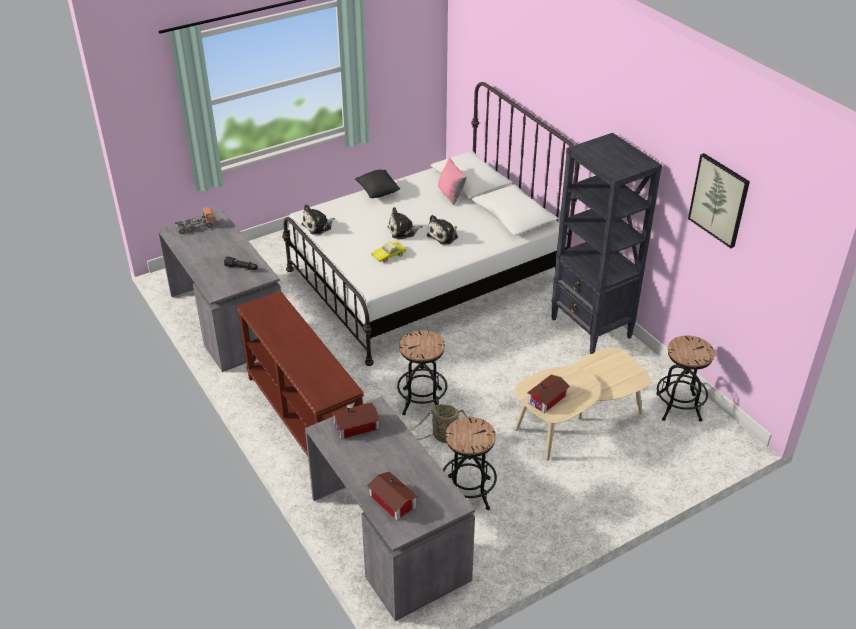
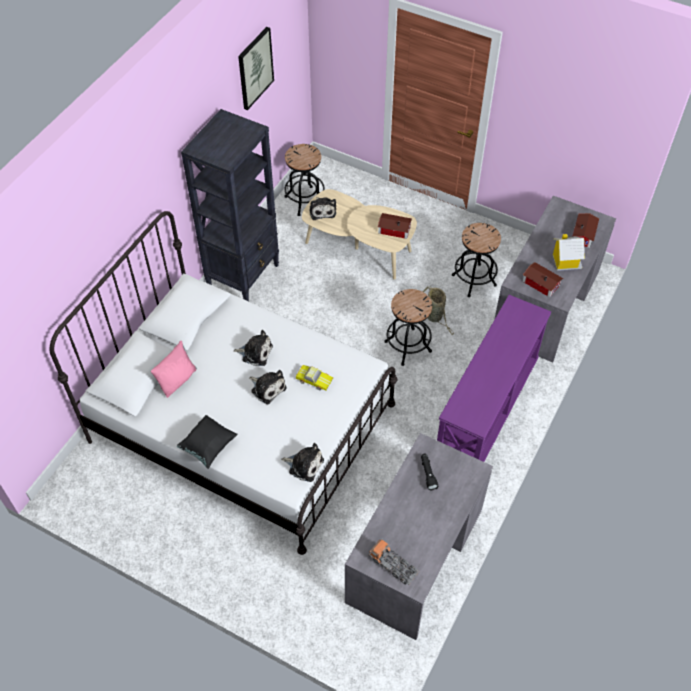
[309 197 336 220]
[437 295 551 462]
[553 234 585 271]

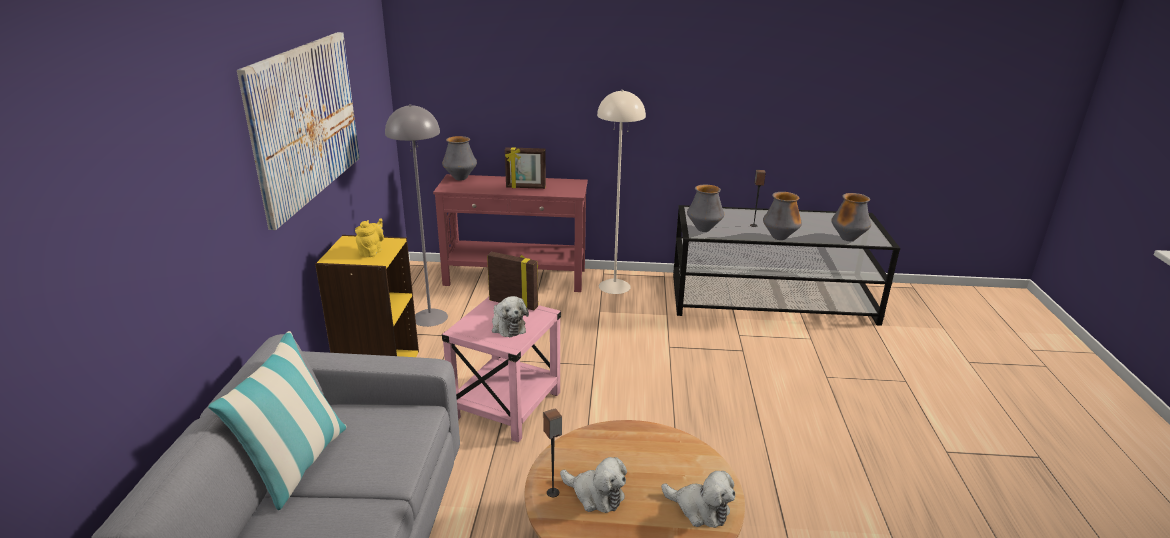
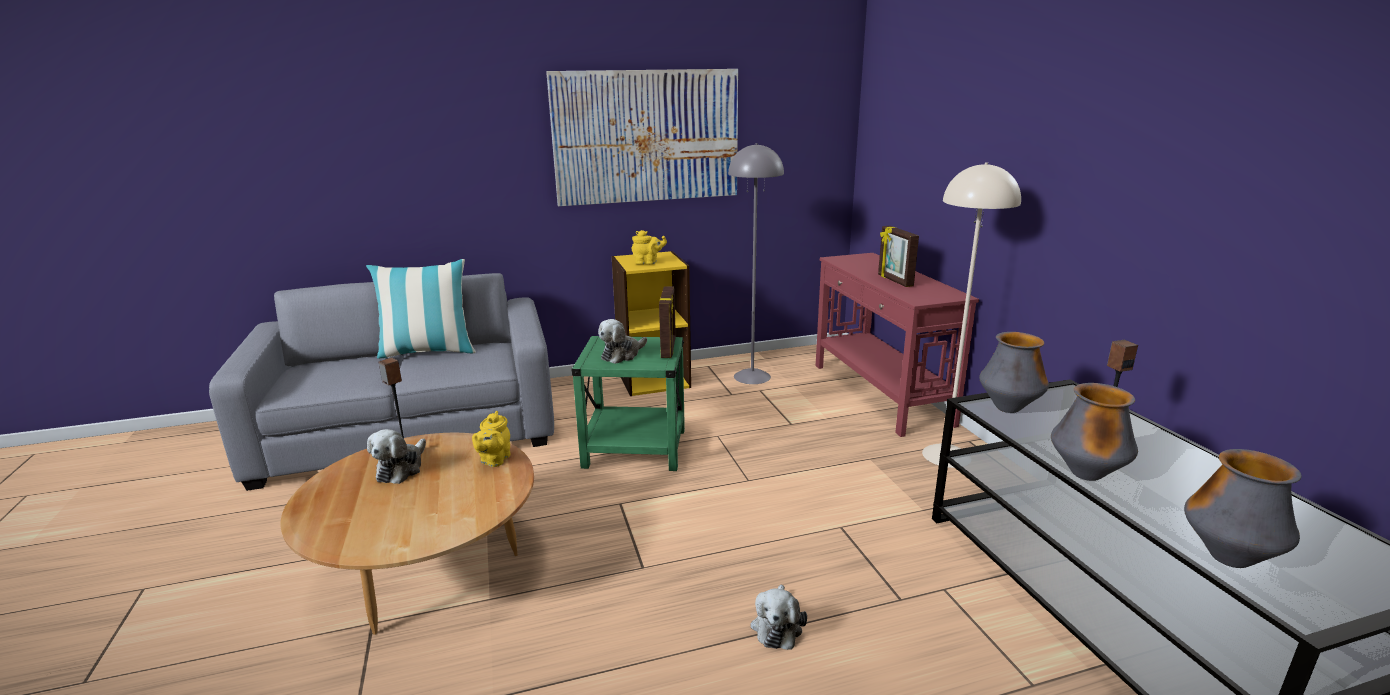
[472 411 510 467]
[571 336 685 471]
[751 585 807 650]
[442 136 477 180] (first image)

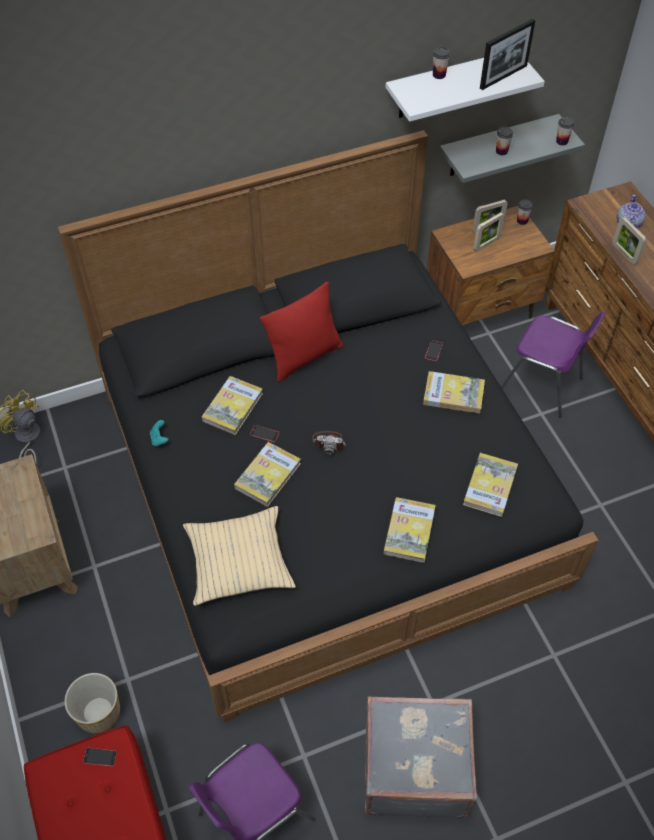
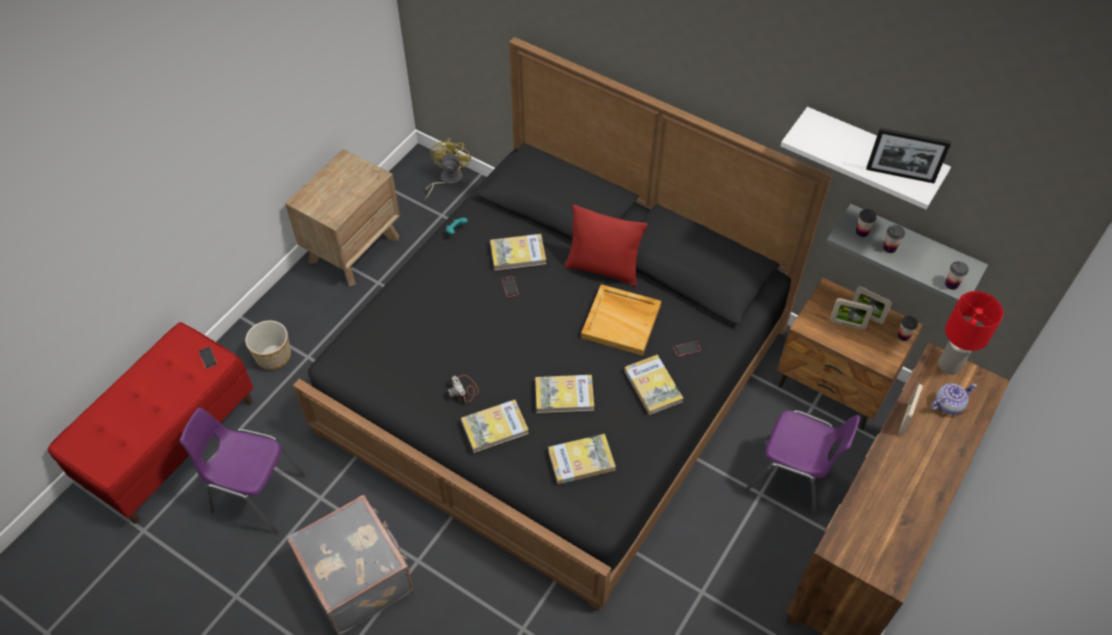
[447 375 479 403]
[535 375 594 413]
[581 284 661 356]
[745 410 861 517]
[856 209 877 237]
[938 291 1003 375]
[183 506 296 606] (first image)

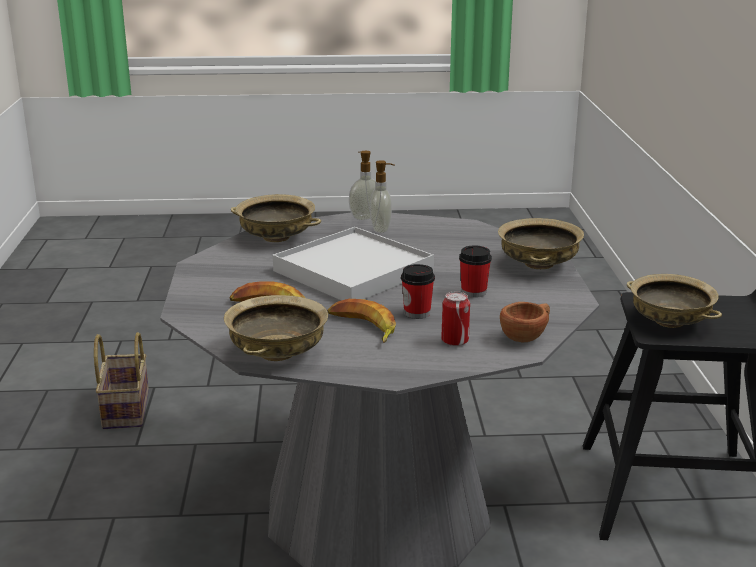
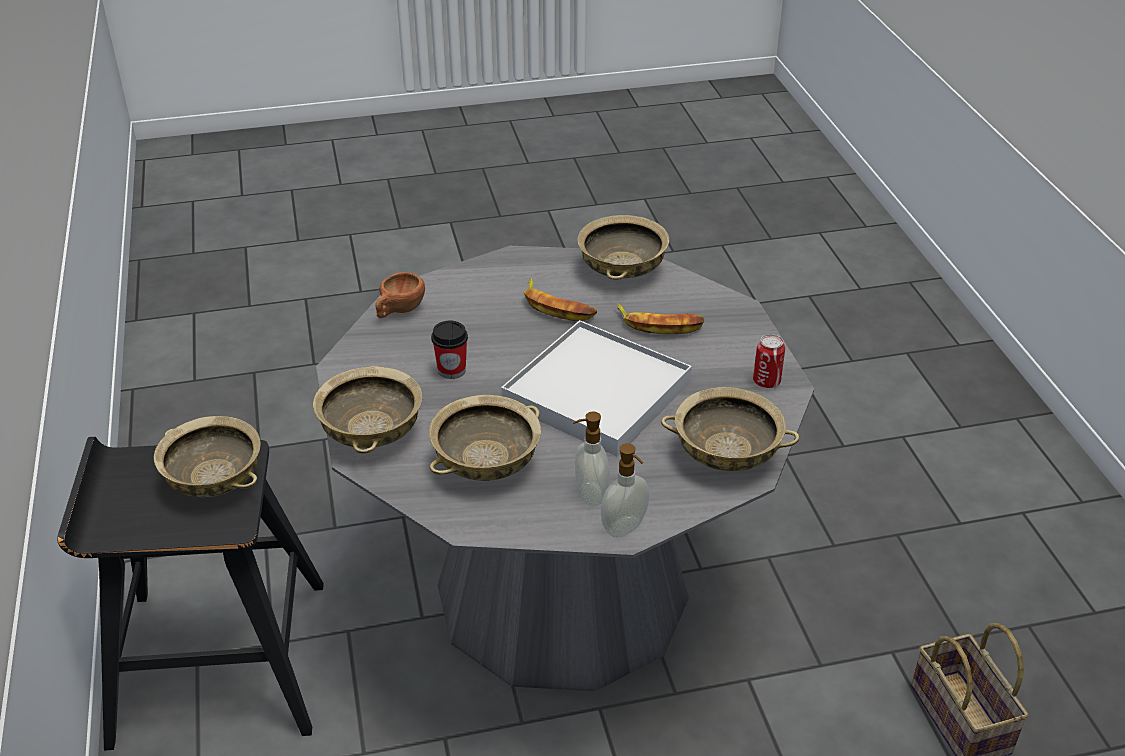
[429 395 541 481]
[753 334 785 388]
[401 264 435 319] (first image)

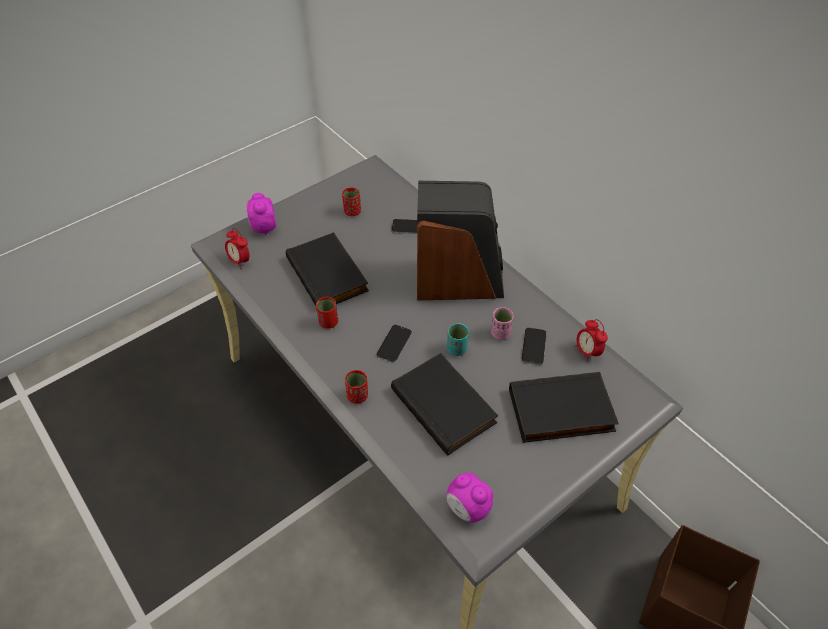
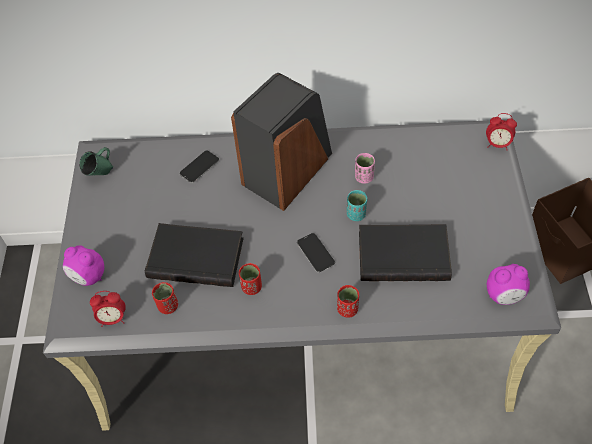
[79 147 113 176]
[152 282 178 314]
[486 113 517 150]
[509 372 619 443] (first image)
[521 328 547 365] (first image)

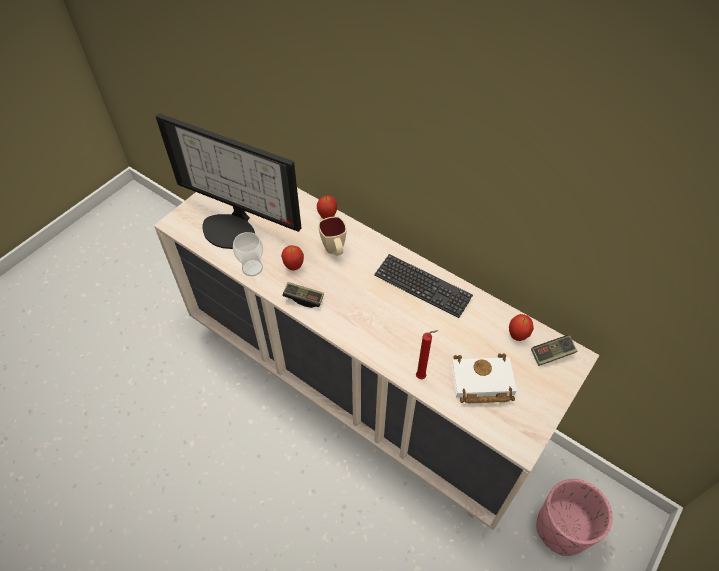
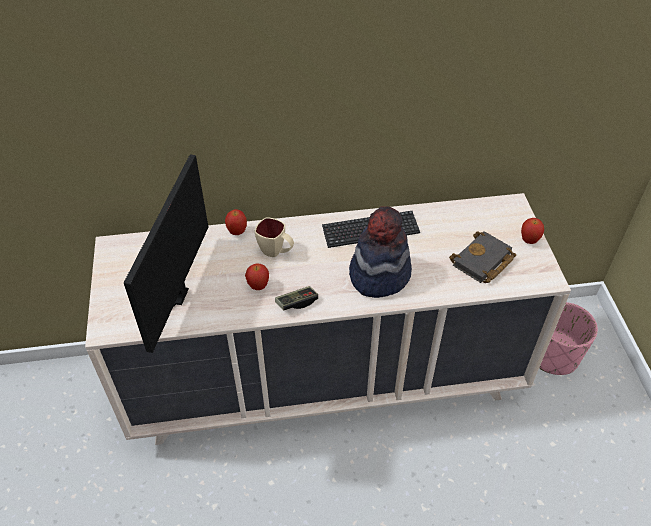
[124 154 208 353]
[349 206 412 298]
[449 231 516 283]
[521 218 544 244]
[233 232 263 276] (first image)
[416 330 438 379] (first image)
[531 335 577 366] (first image)

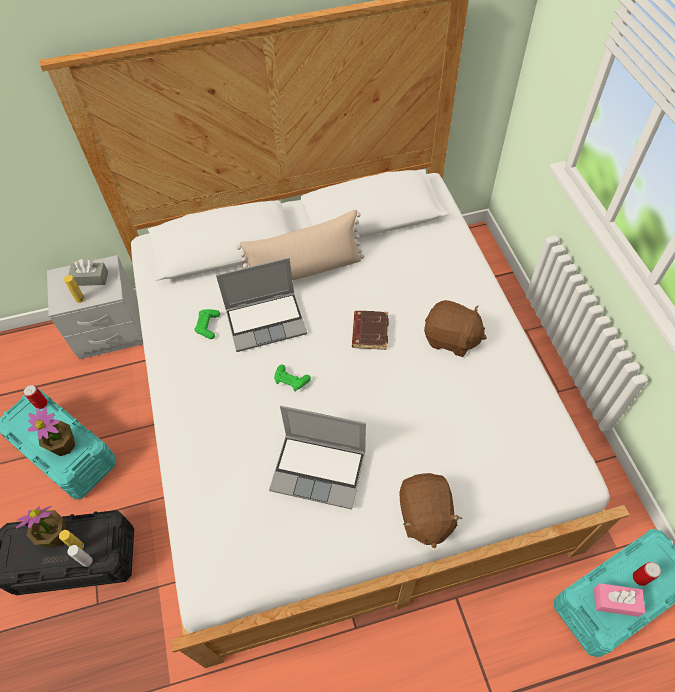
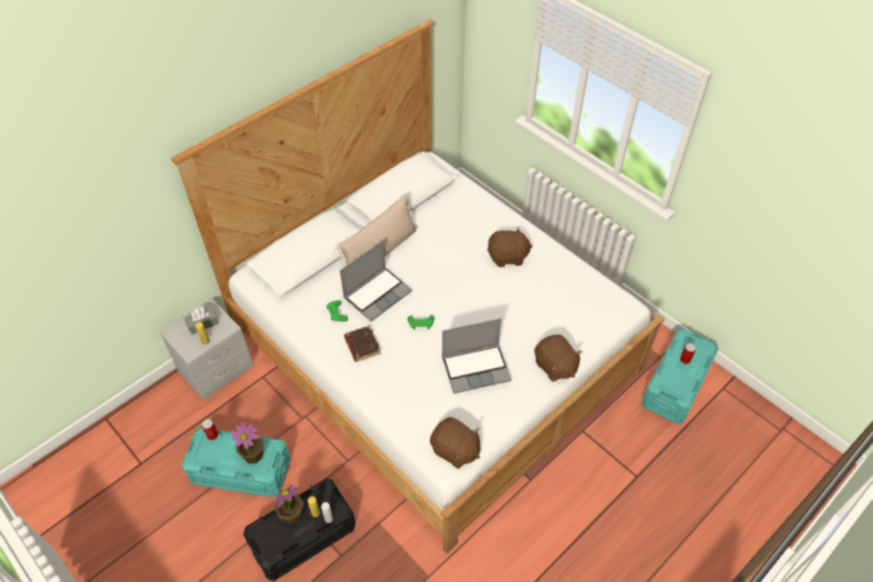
[344 326 381 362]
[430 417 480 469]
[594 583 645 617] (first image)

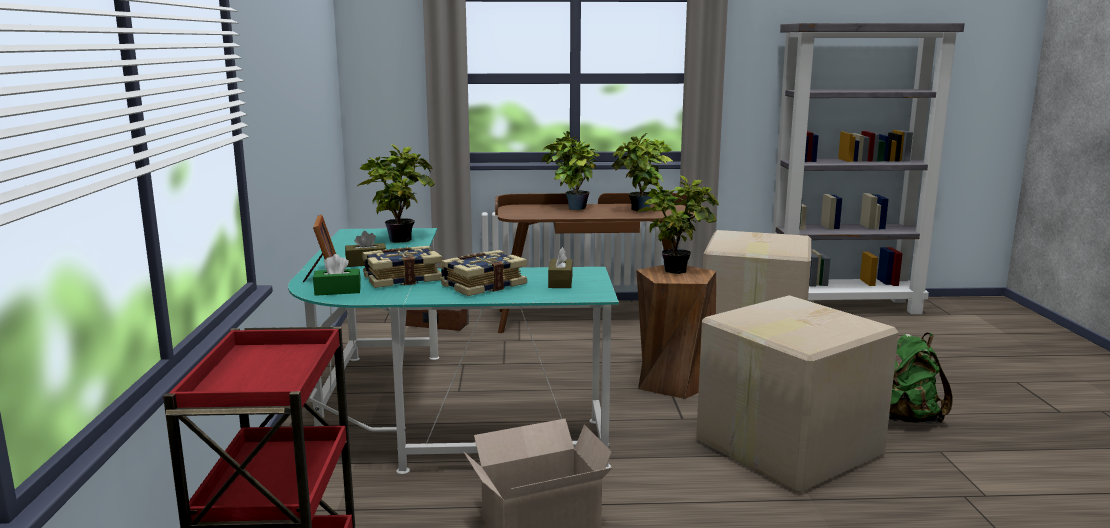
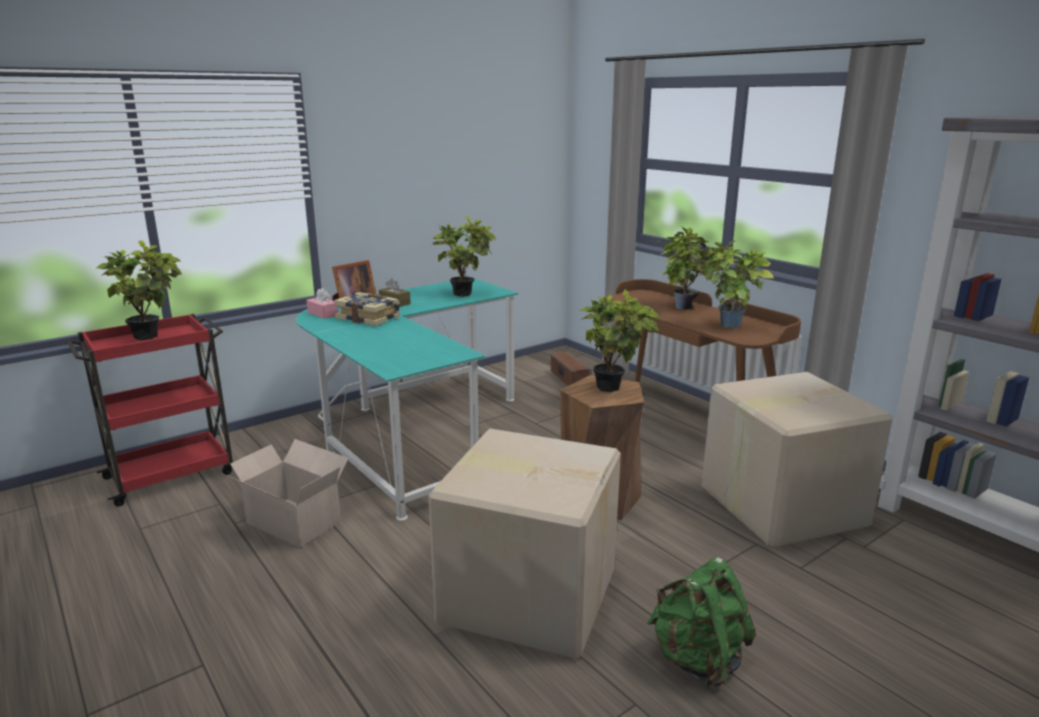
[96 240 182 341]
[306 288 339 319]
[440 250 527 296] (first image)
[548 247 573 288] (first image)

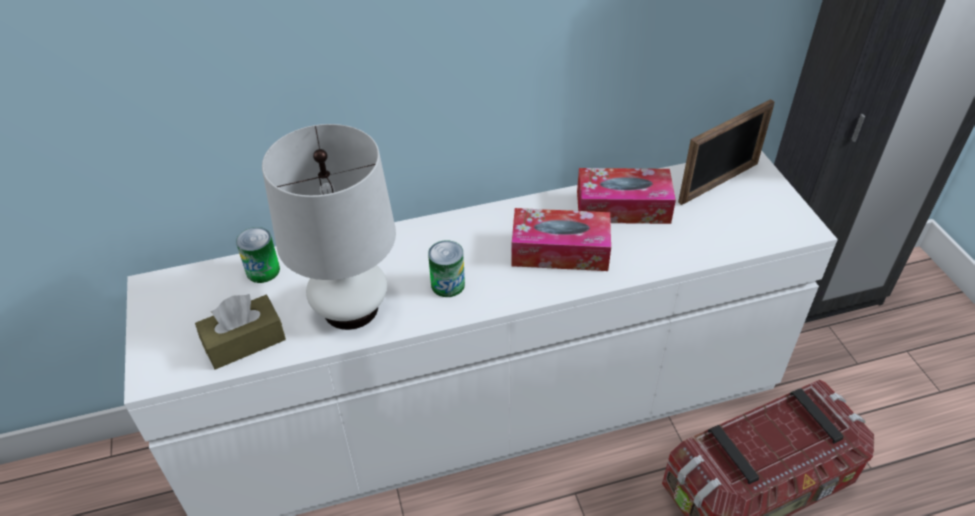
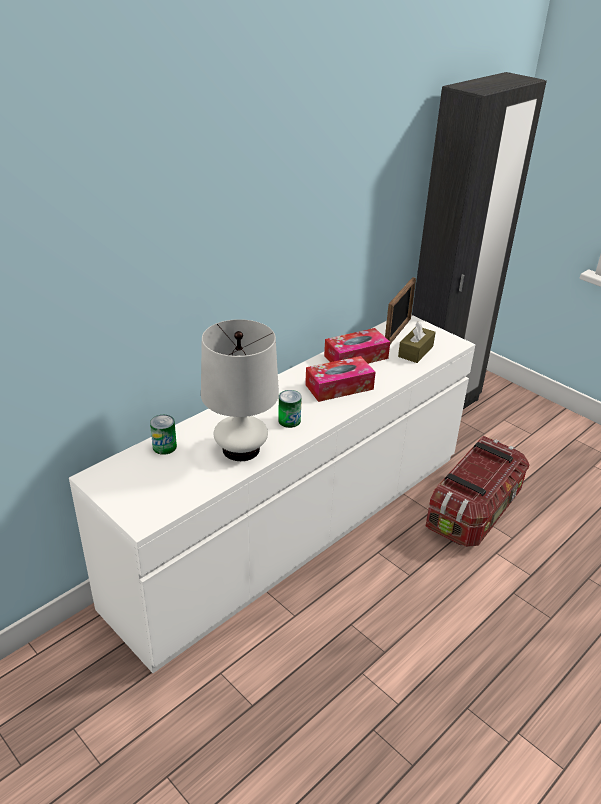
[398 321 435 363]

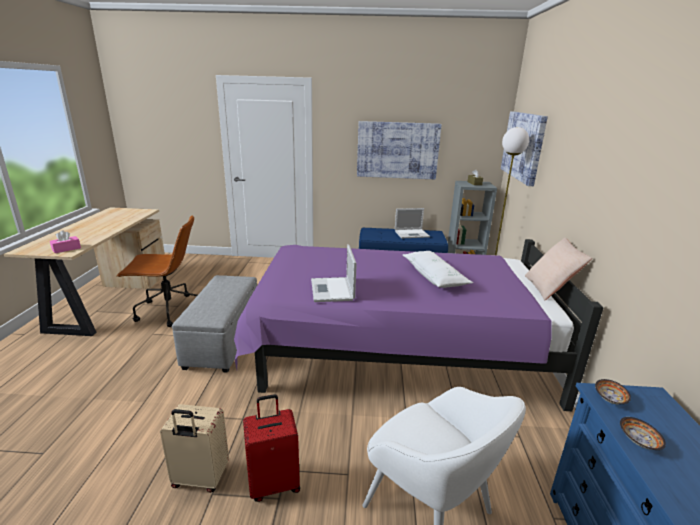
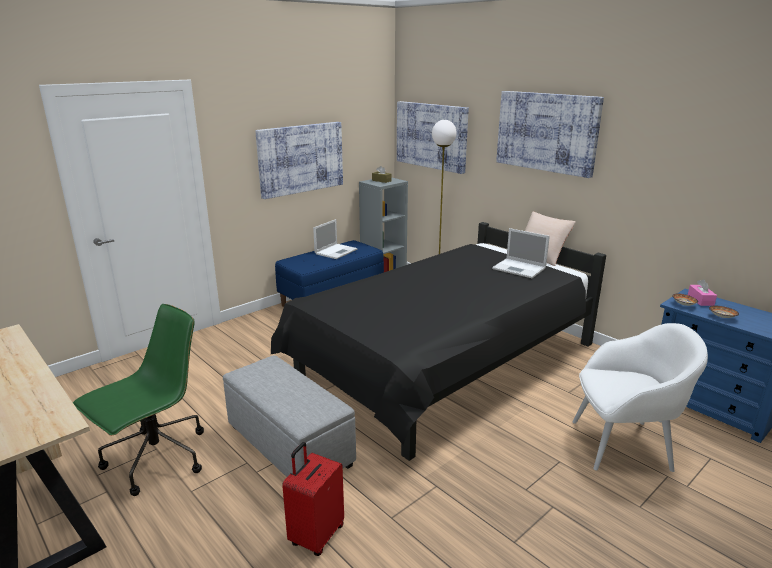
[73 304 204 496]
[271 222 606 461]
[282 442 344 556]
[492 228 550 278]
[496 91 604 178]
[688 279 717 306]
[160 404 229 493] (first image)
[403 251 473 288] (first image)

